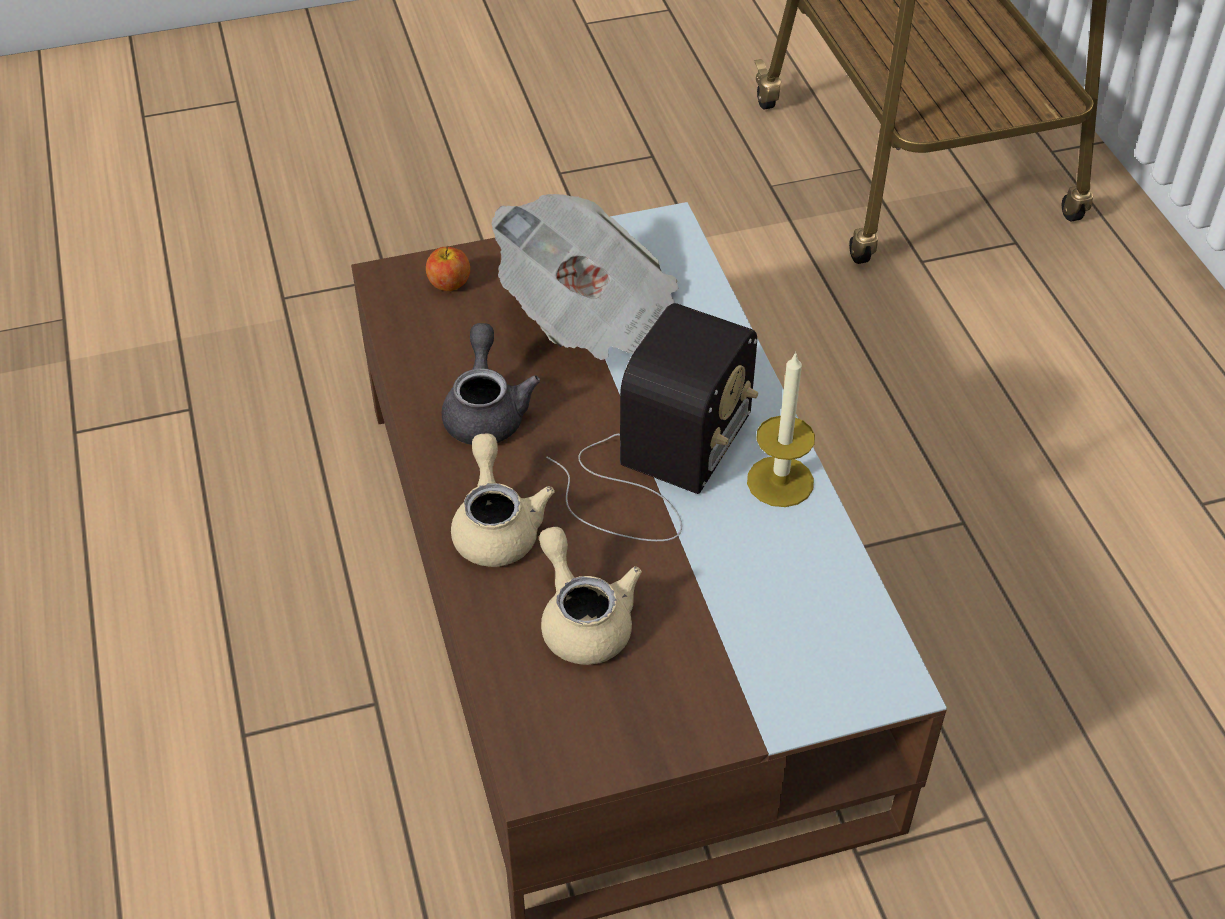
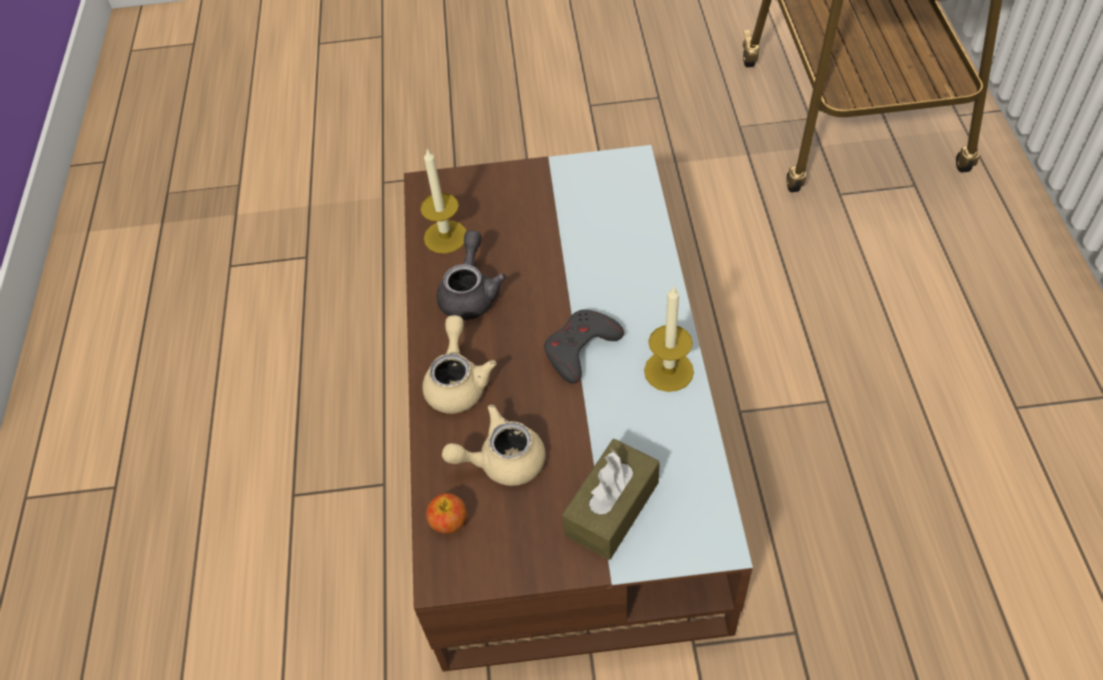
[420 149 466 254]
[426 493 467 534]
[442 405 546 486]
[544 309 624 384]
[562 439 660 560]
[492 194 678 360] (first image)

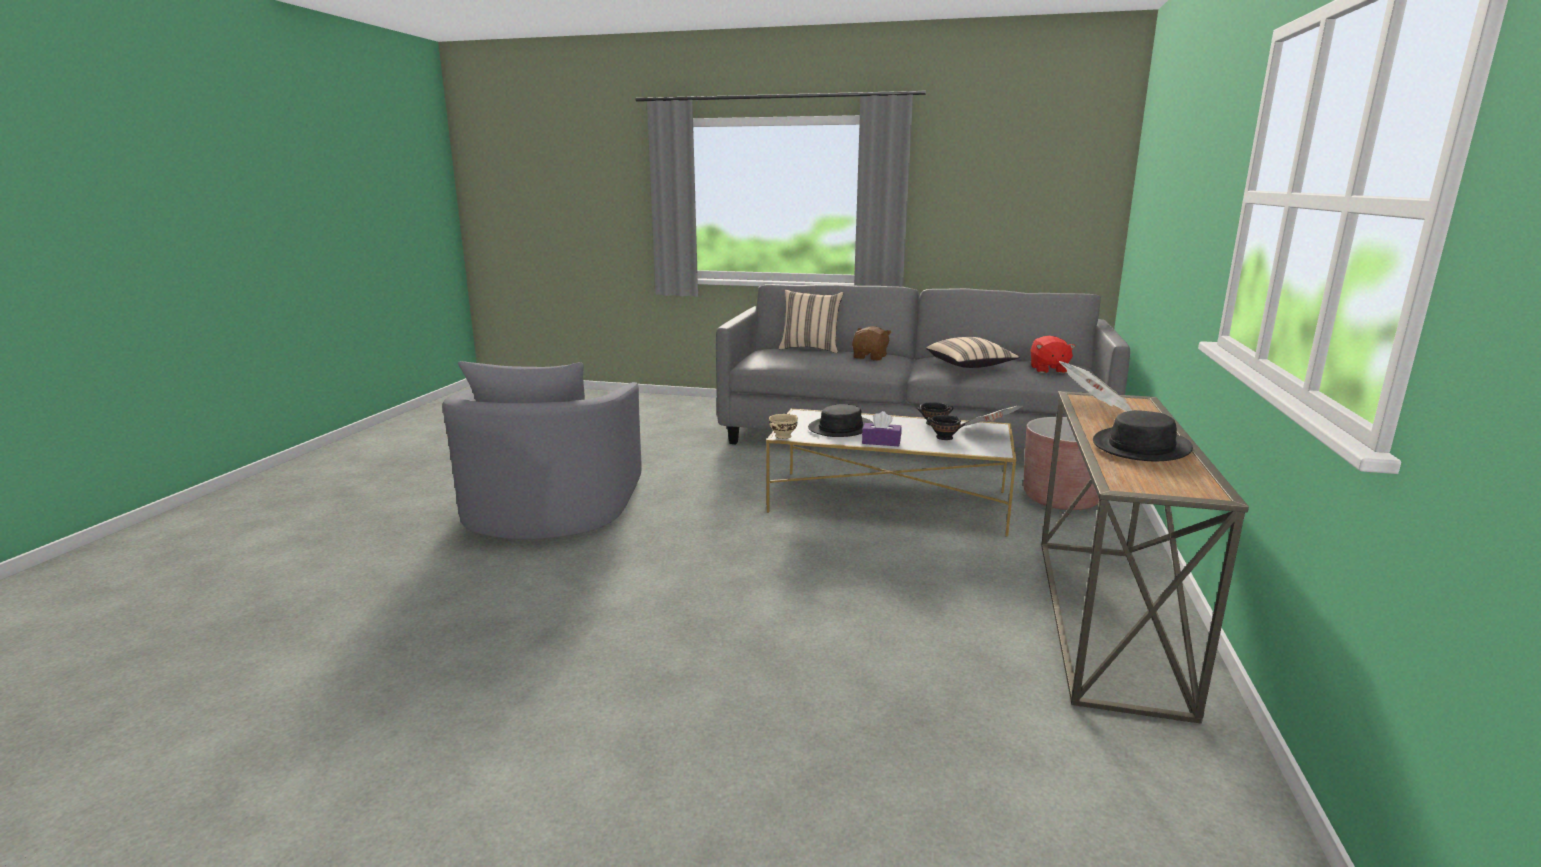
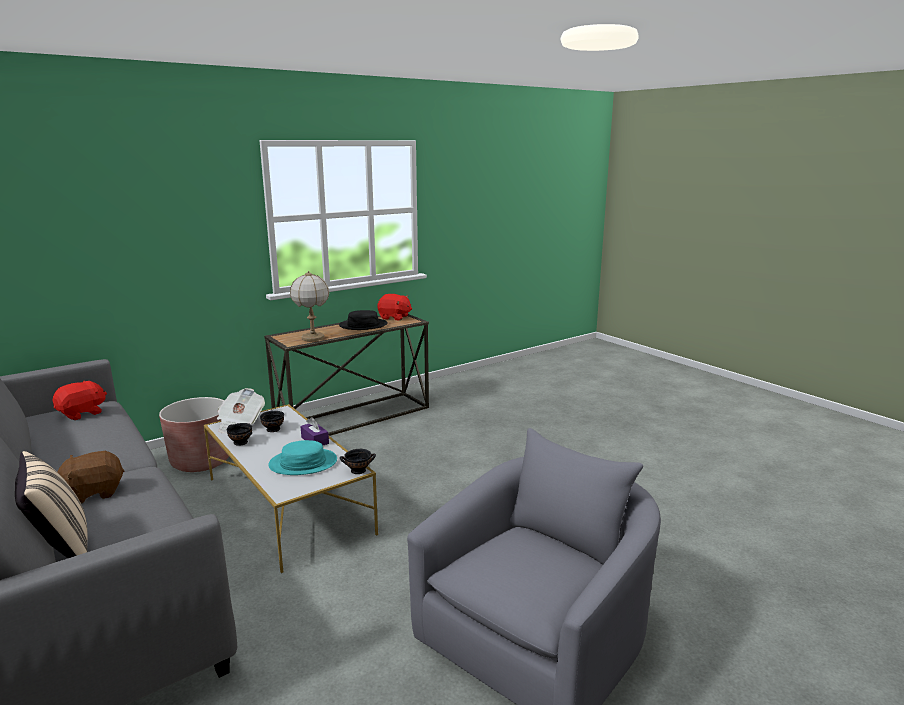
[268 440 337 475]
[290 271 329 341]
[340 449 376 474]
[377 294 412 321]
[926 337 1019 368] (first image)

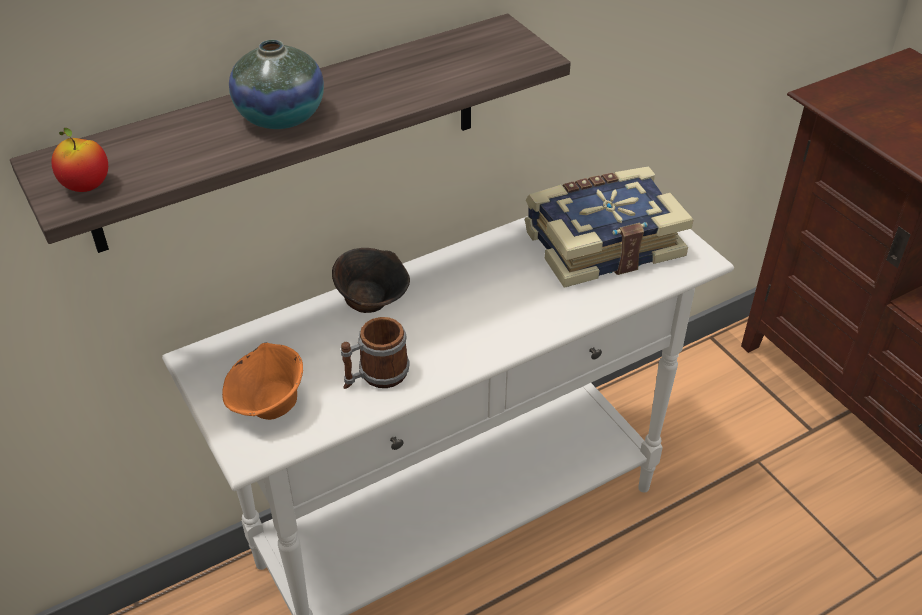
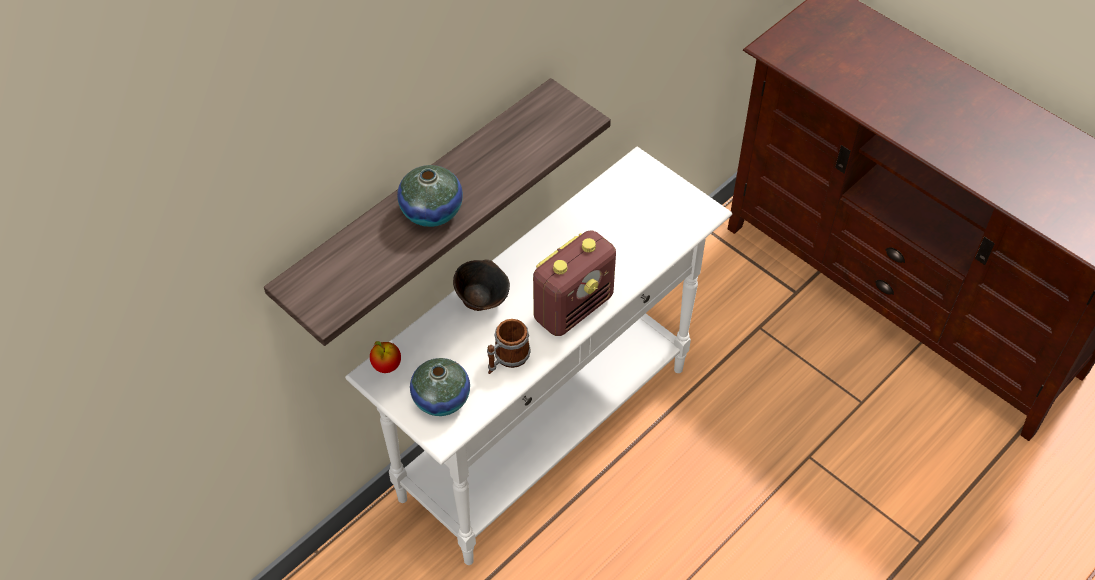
[370 341 401 373]
[410 358 470 416]
[533 231 616 336]
[525 166 694 288] (first image)

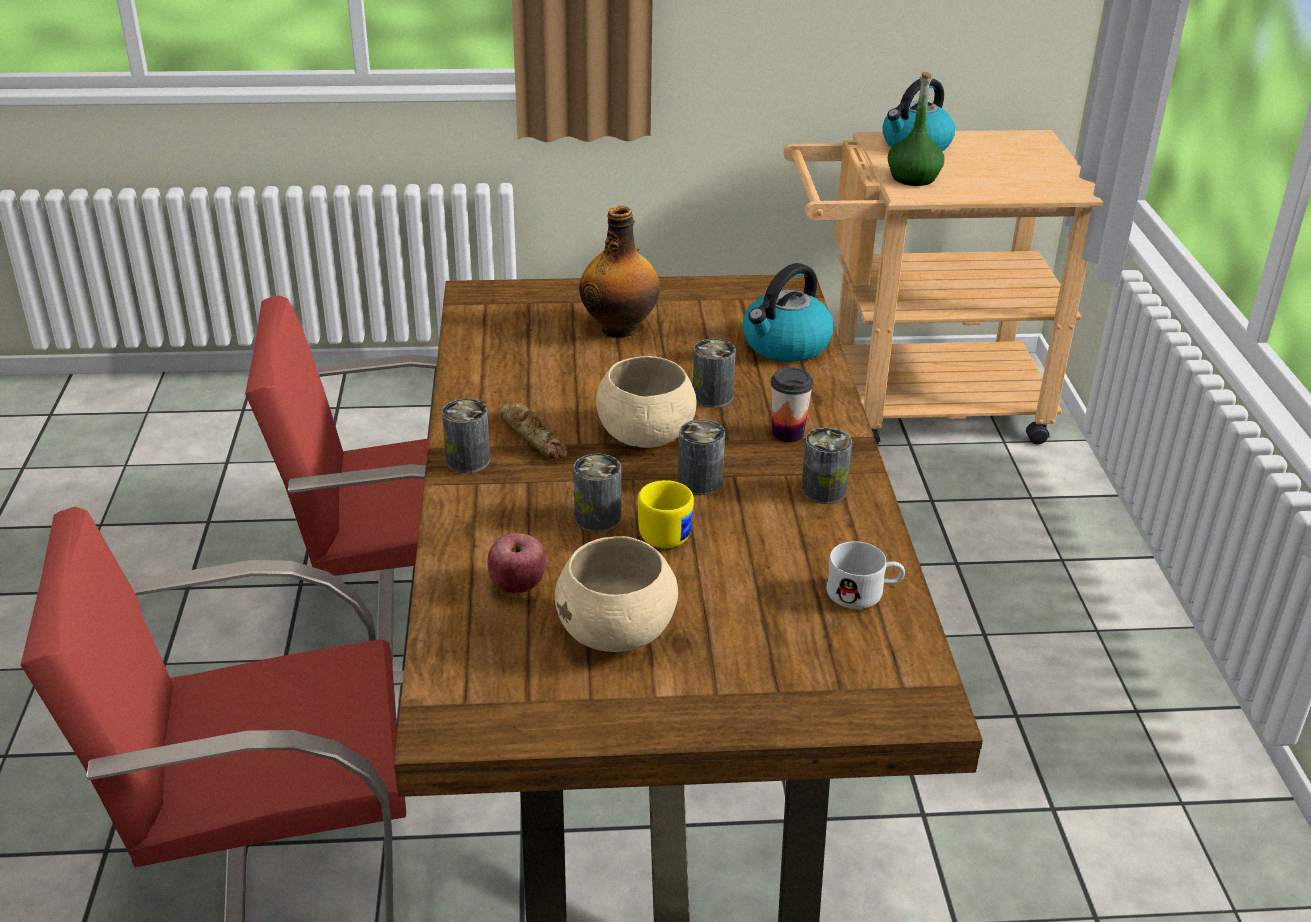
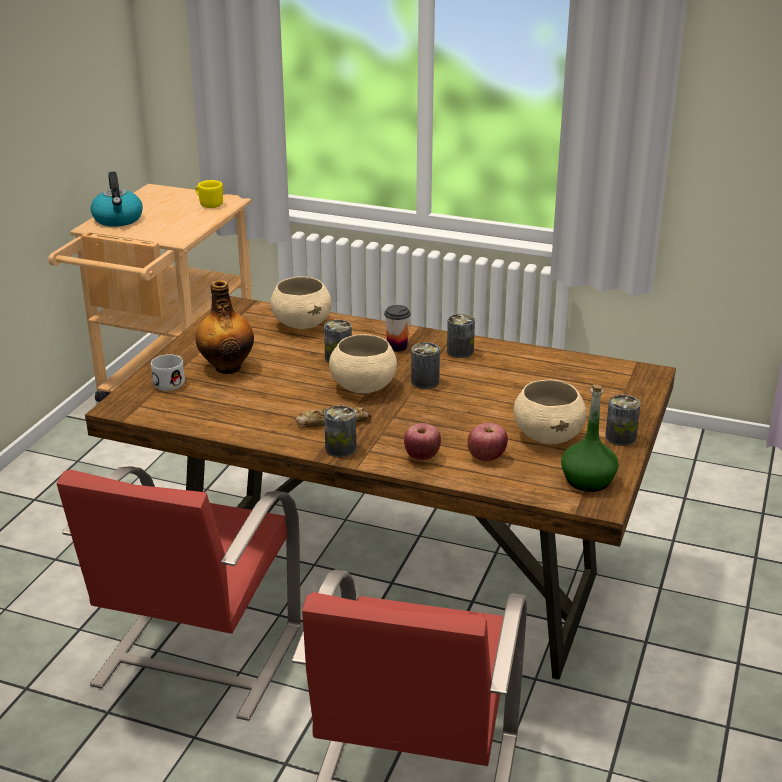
[151 354 185 391]
[195 180 223 208]
[270 276 332 329]
[404 423 441 460]
[561 384 619 492]
[605 395 640 446]

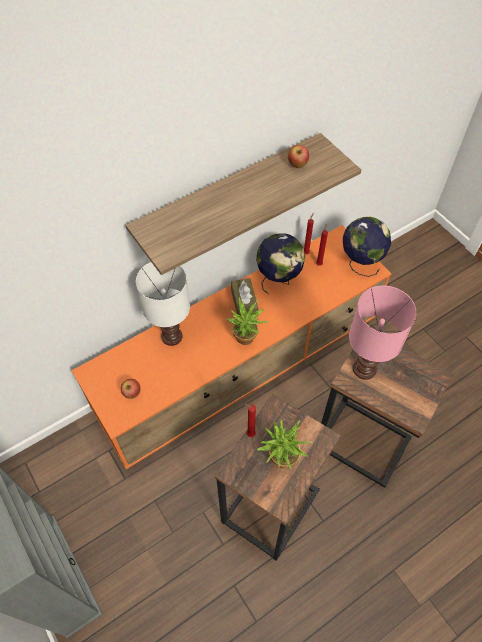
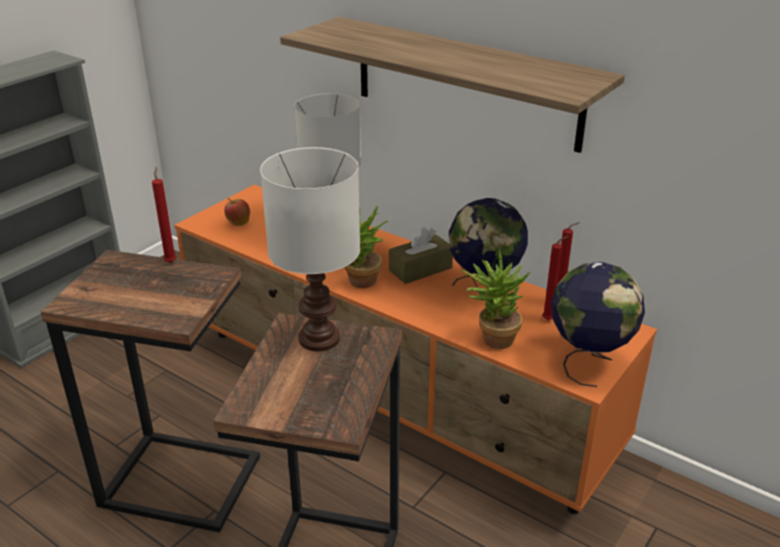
[260 147 360 351]
[461 249 530 349]
[288 145 309 168] (first image)

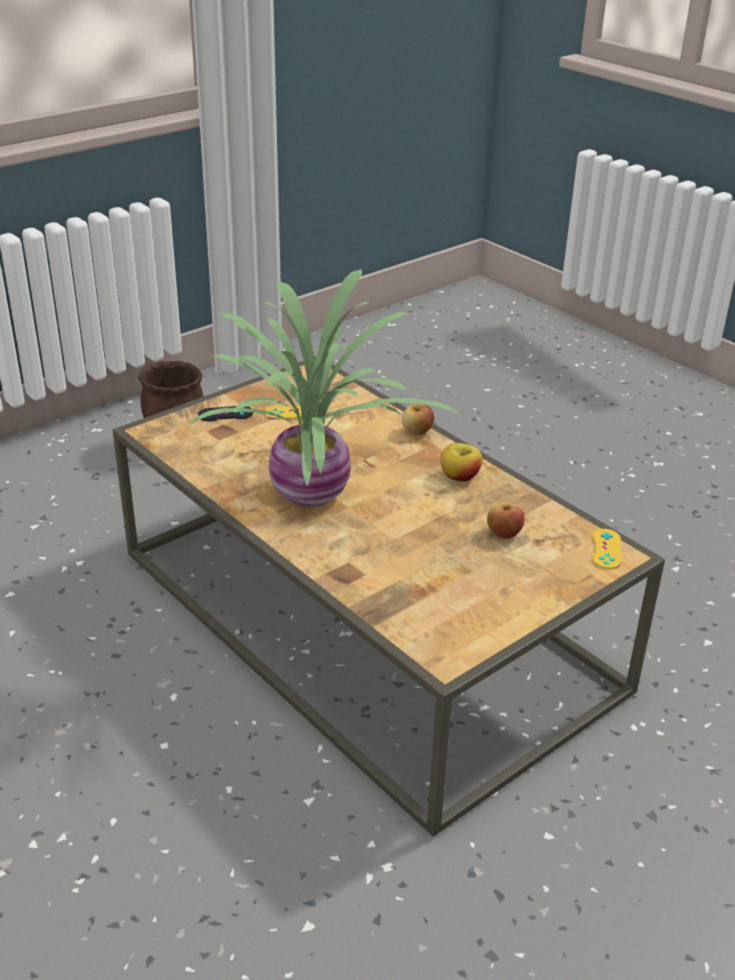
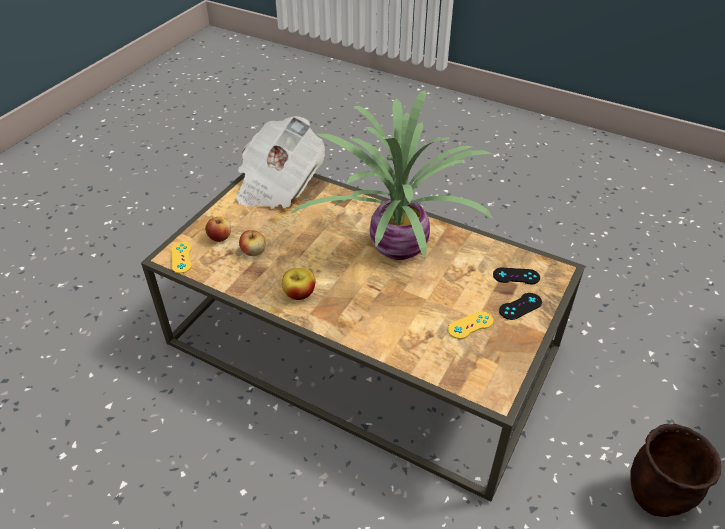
[205 217 231 242]
[236 116 325 208]
[493 268 540 284]

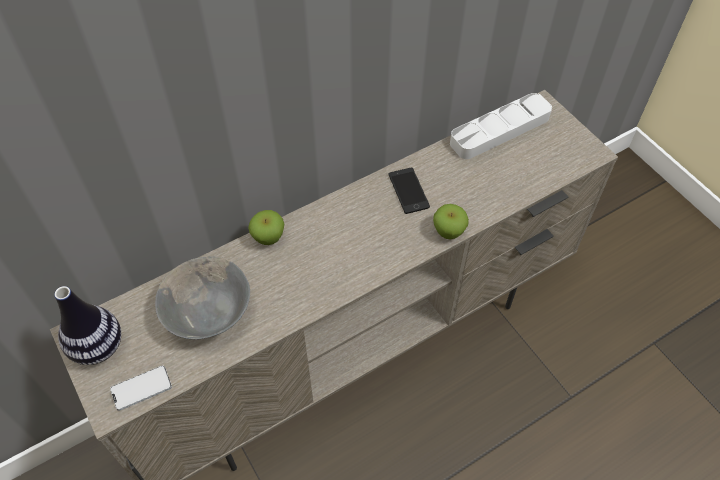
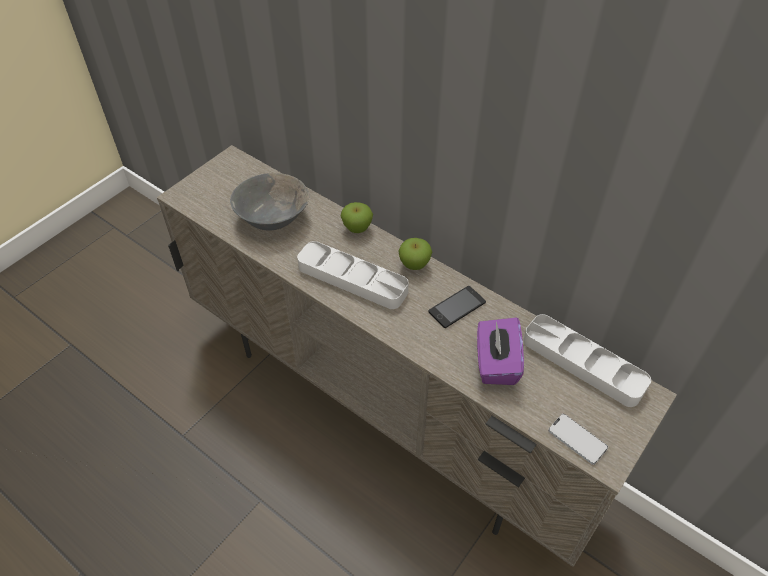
[297 241 409 309]
[399 238 432 270]
[477 317 524 385]
[548 414 608 465]
[54 286 121 365] (first image)

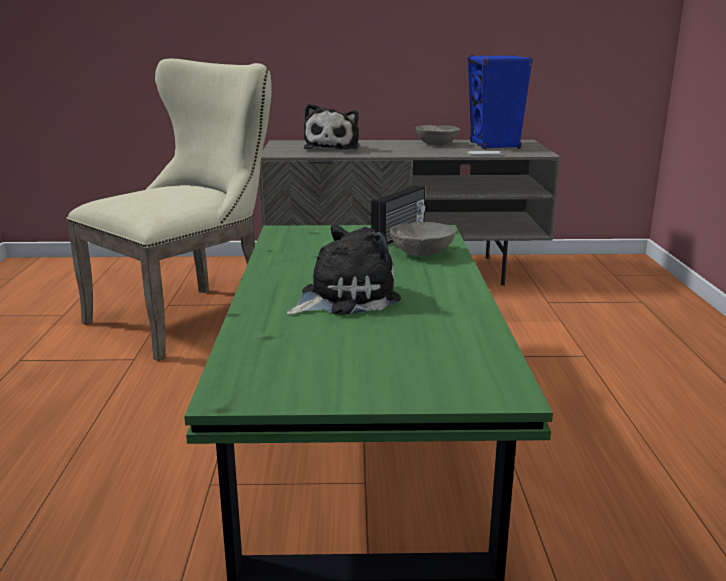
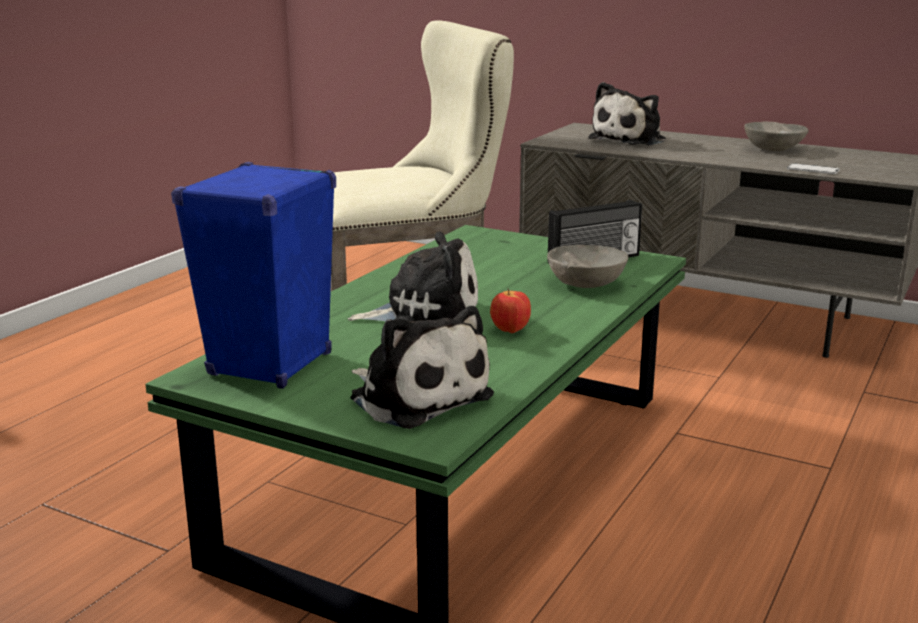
[171 162 336 389]
[350 306 494 429]
[490 289 531 333]

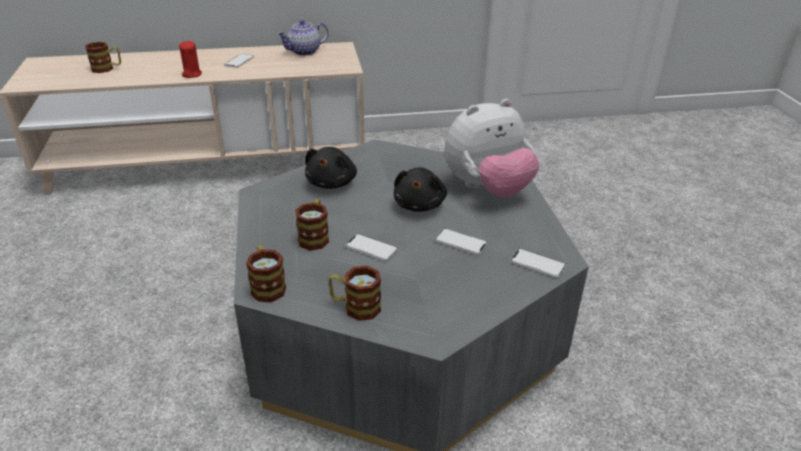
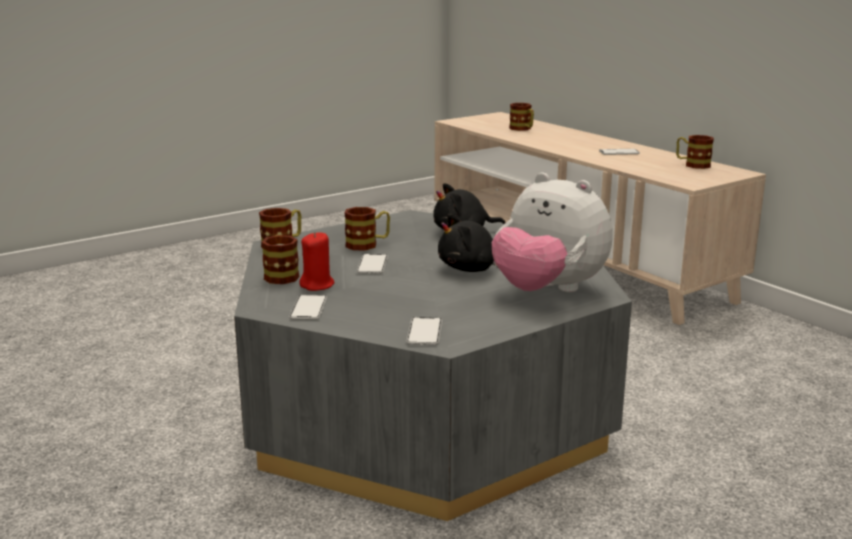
[289 295 327 320]
[299 232 334 291]
[676 135 714 169]

